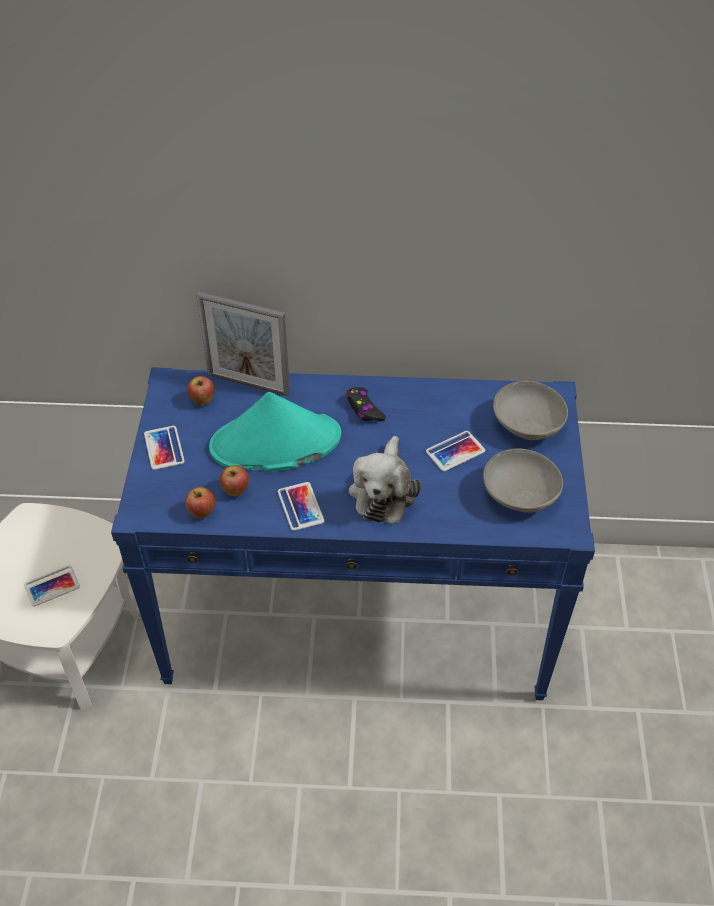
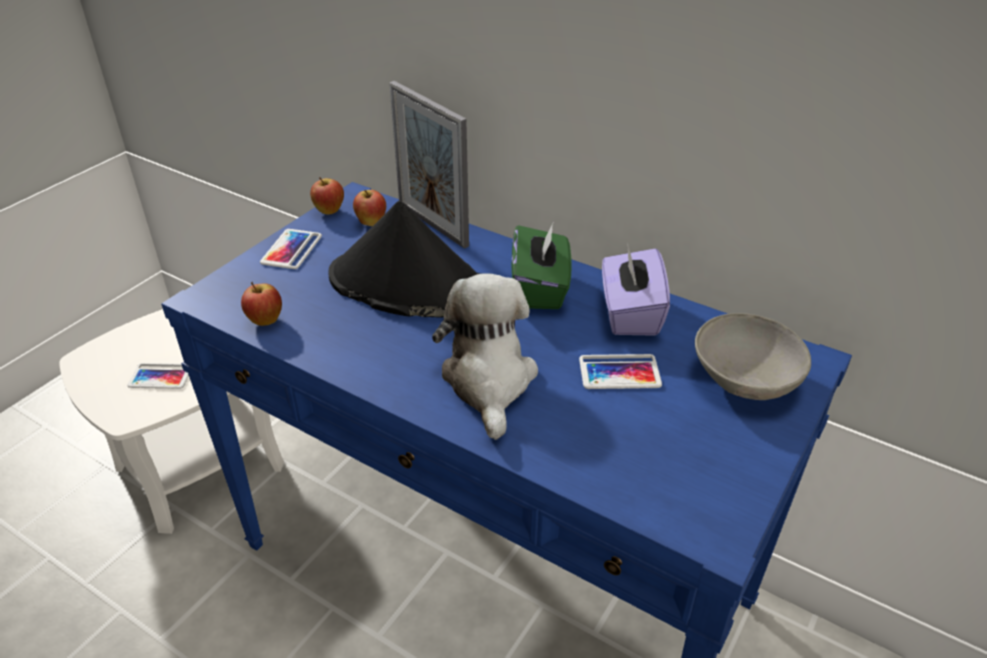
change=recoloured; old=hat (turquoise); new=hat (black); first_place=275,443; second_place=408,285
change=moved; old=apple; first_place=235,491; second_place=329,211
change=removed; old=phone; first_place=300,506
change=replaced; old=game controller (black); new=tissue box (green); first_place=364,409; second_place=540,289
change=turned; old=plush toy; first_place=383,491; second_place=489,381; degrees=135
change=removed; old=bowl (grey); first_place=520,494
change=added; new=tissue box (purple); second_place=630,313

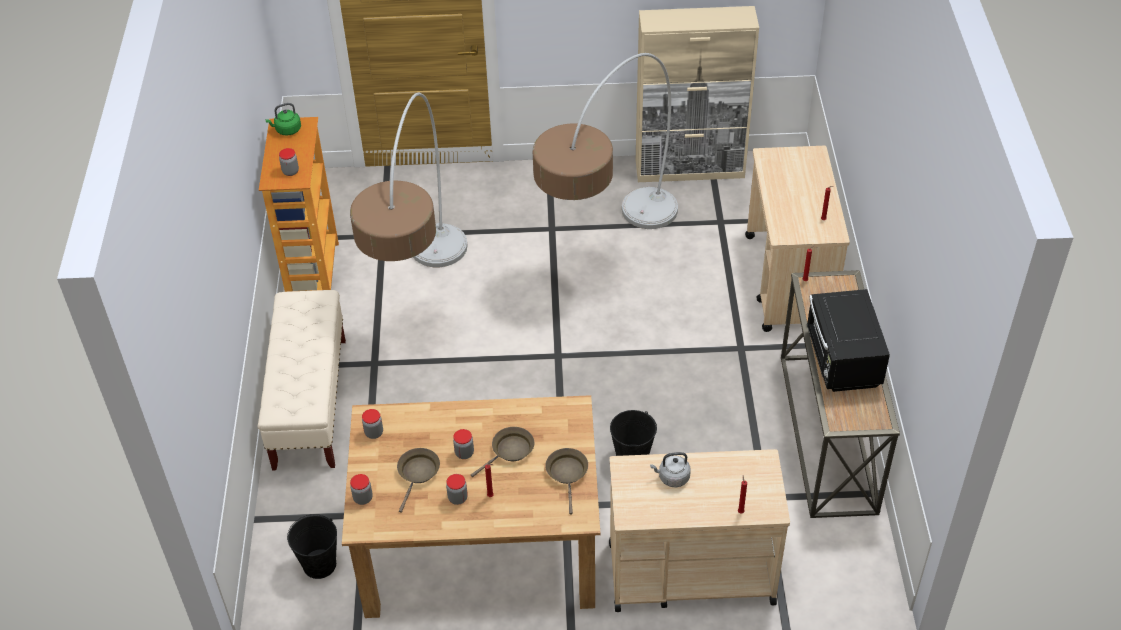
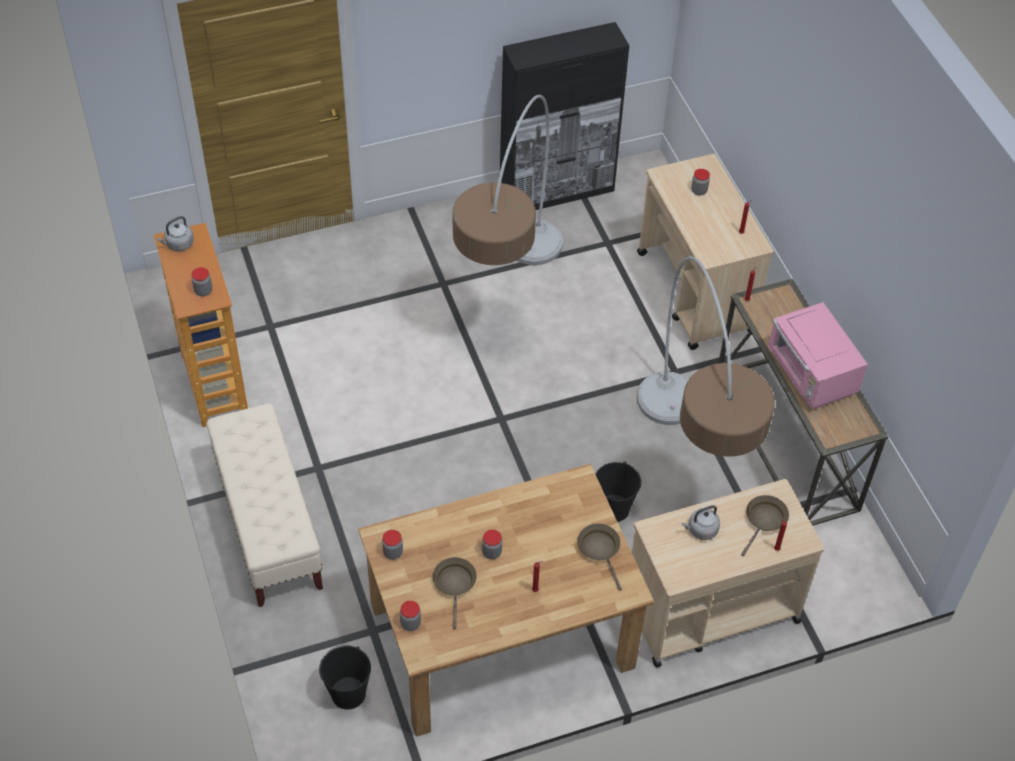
change=recoloured; old=kettle (green); new=kettle (grey); first_place=287,130; second_place=178,244
change=moved; old=floor lamp; first_place=423,304; second_place=687,470
change=moved; old=jar; first_place=457,498; second_place=699,191
change=moved; old=frying pan (brown); first_place=510,451; second_place=764,521
change=recoloured; old=cabinet (beige); new=cabinet (black); first_place=690,169; second_place=557,191
change=recoloured; old=microwave (black); new=microwave (pink); first_place=842,360; second_place=811,375

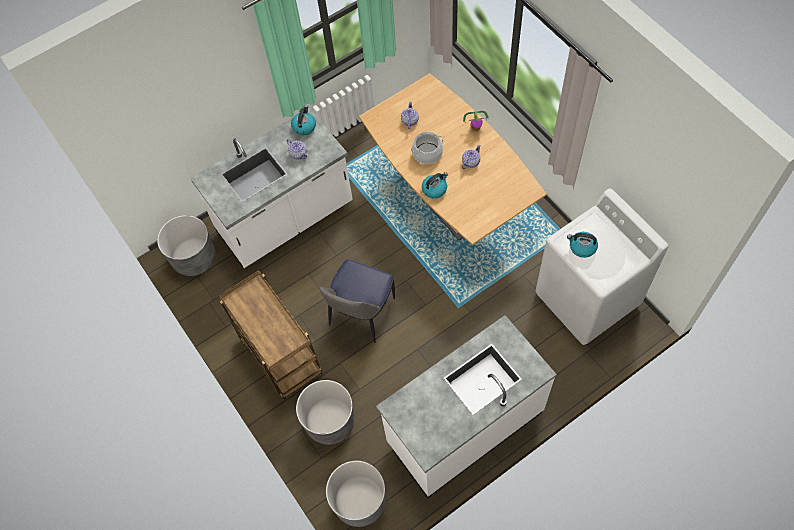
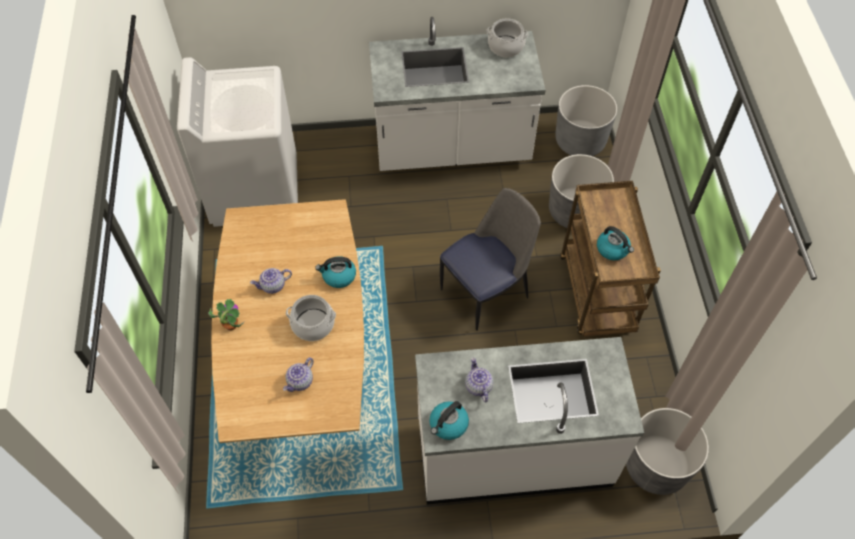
change=moved; old=kettle; first_place=582,247; second_place=613,249
change=added; new=cooking pot; second_place=506,46

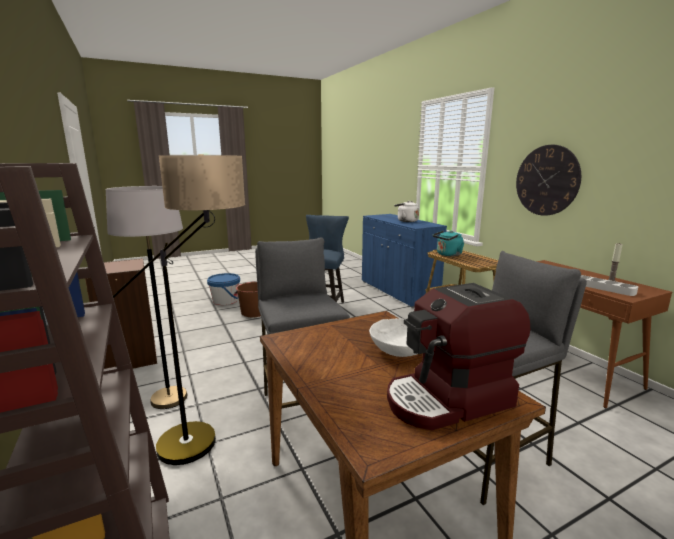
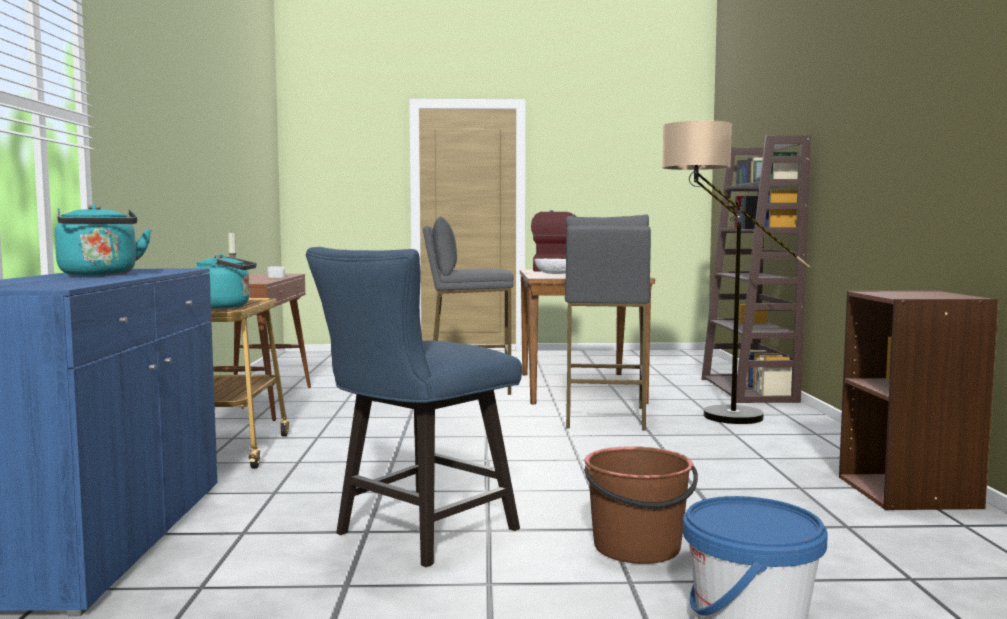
change=removed; old=floor lamp (grey); first_place=169,398
change=recoloured; old=kettle (white); new=kettle (turquoise); first_place=406,221; second_place=99,274
change=removed; old=wall clock; first_place=547,180

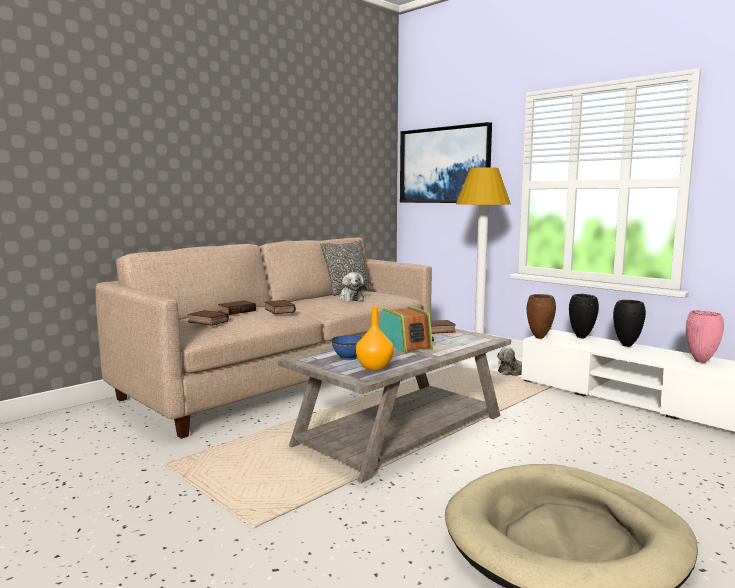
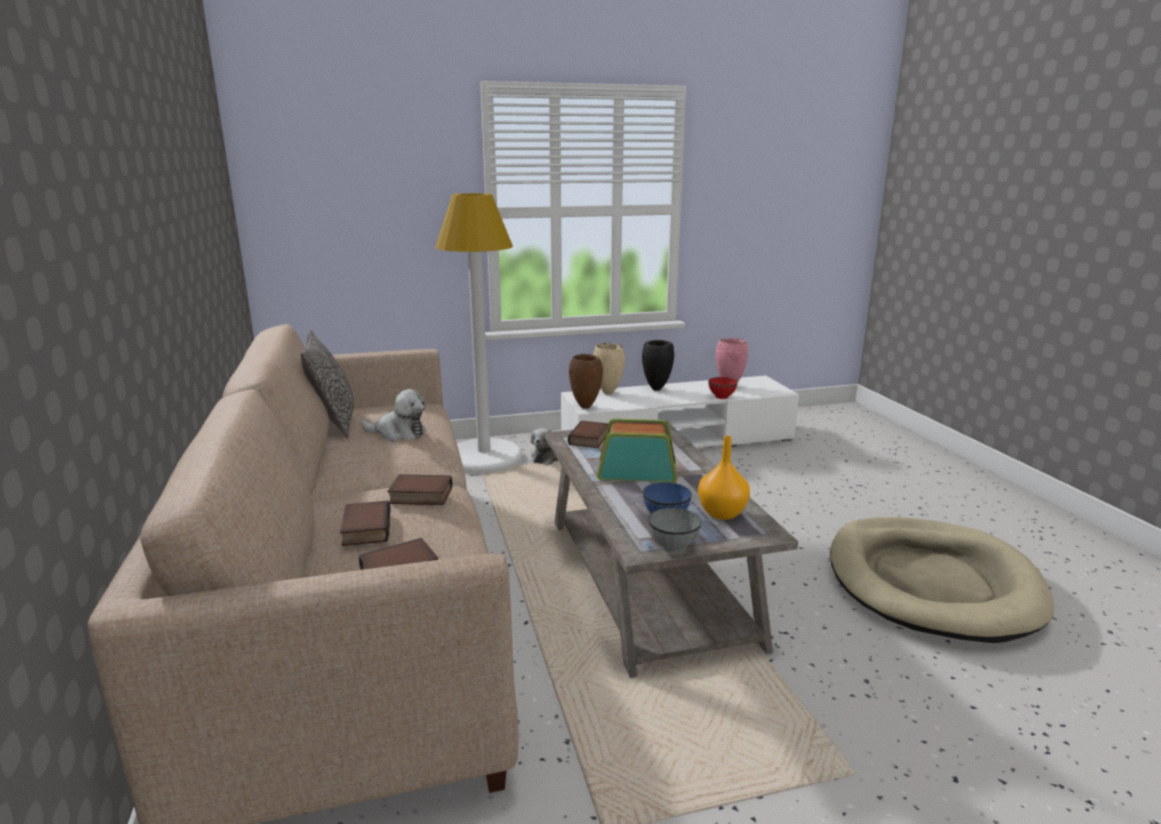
change=removed; old=picture; first_place=444,165
change=recoloured; old=vase (black); new=vase (beige); first_place=582,337; second_place=608,393
change=added; new=bowl (grey); second_place=673,546
change=added; new=bowl (red); second_place=721,397

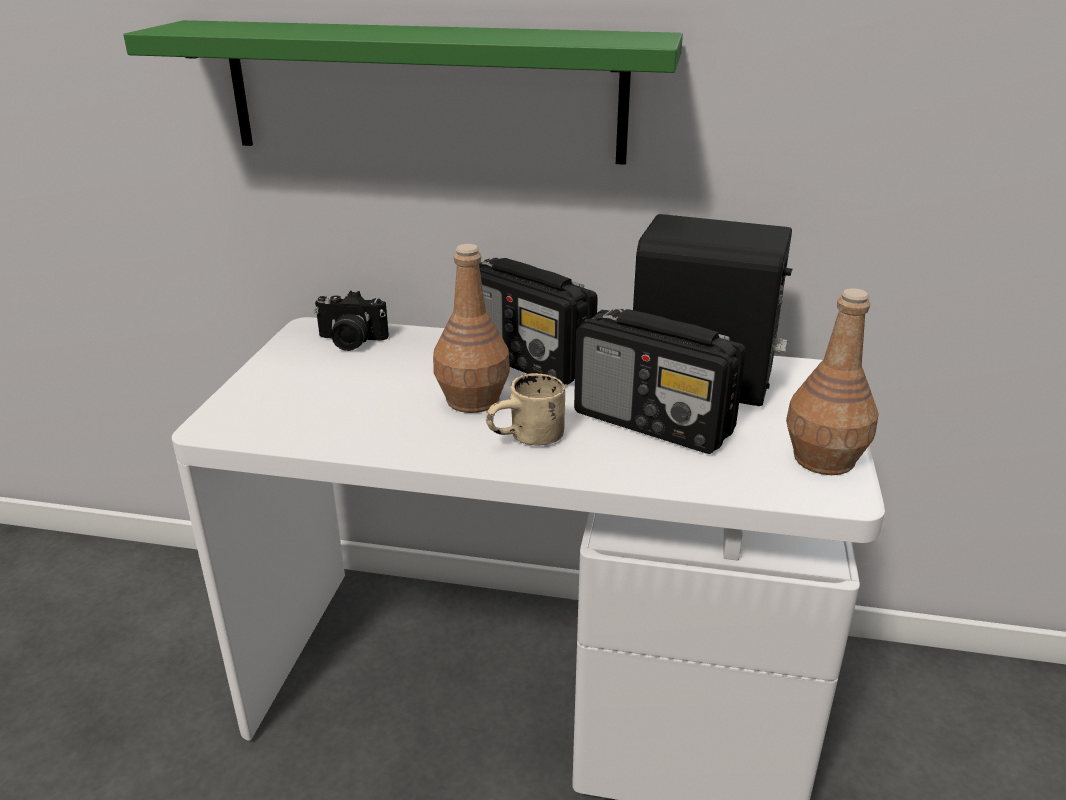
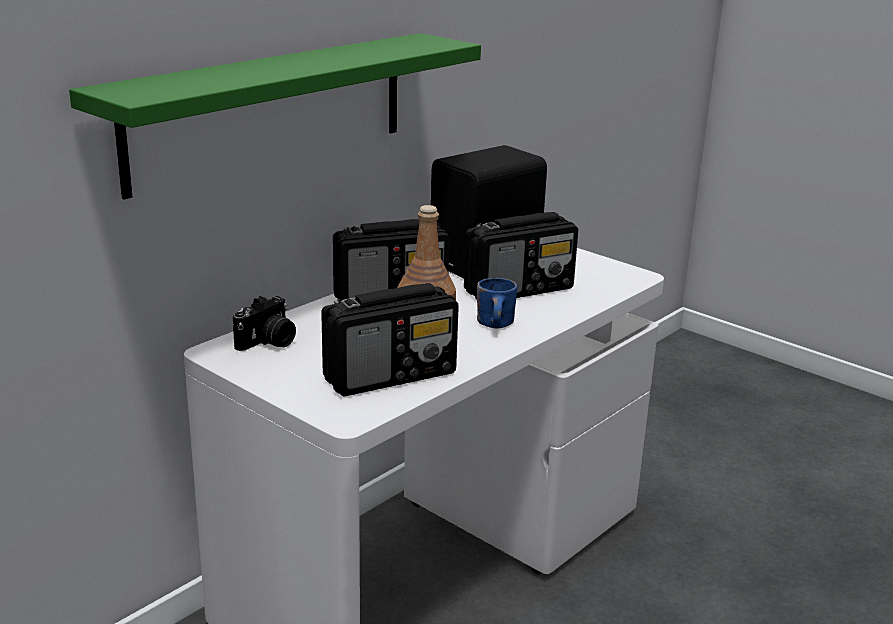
change=recoloured; old=mug (beige); new=mug (blue); first_place=529,440; second_place=499,325
change=removed; old=bottle (brown); first_place=824,459
change=added; new=radio; second_place=391,376

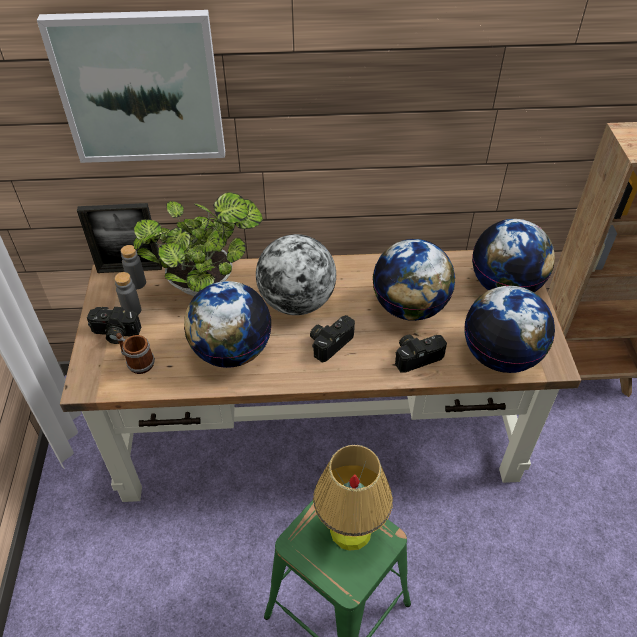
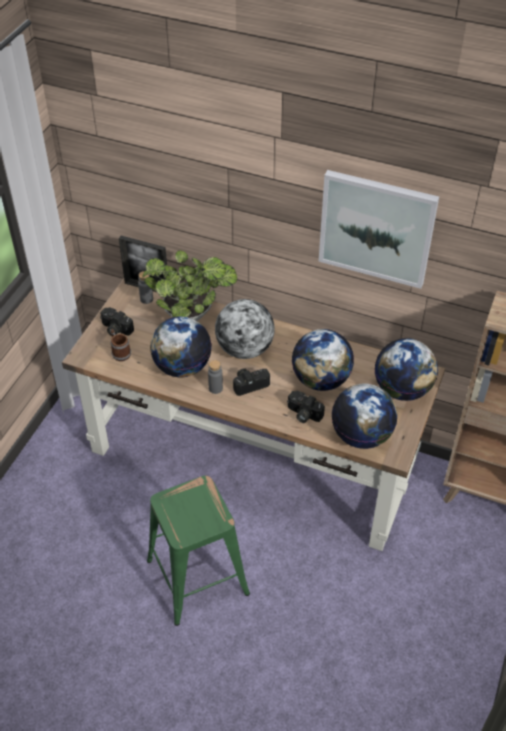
change=moved; old=picture; first_place=140,88; second_place=376,228
change=moved; old=bottle (grey); first_place=132,310; second_place=215,388
change=removed; old=table lamp; first_place=350,530
change=turned; old=photo camera; first_place=417,356; second_place=303,414; degrees=-150

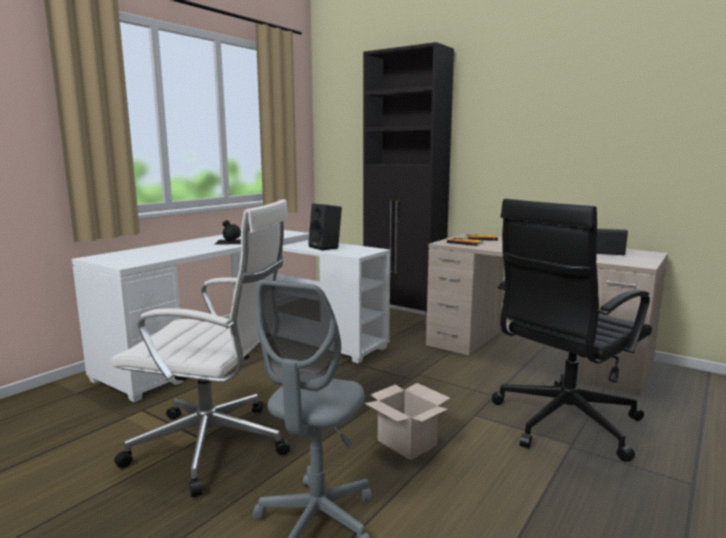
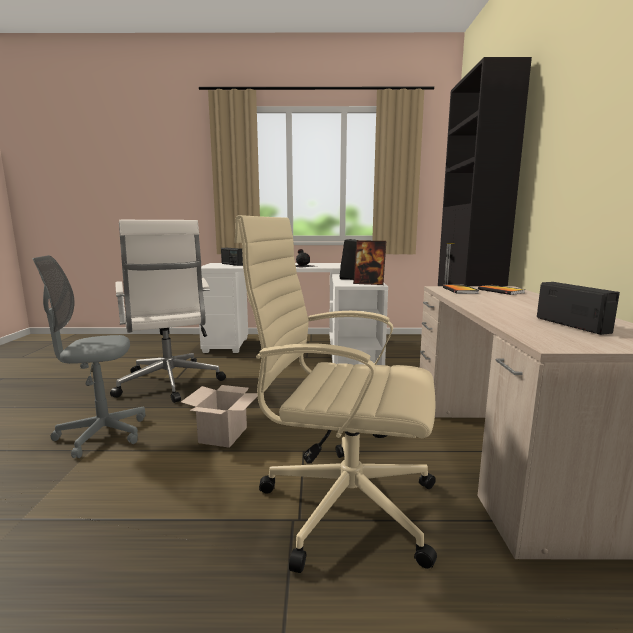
change=recoloured; old=office chair (black); new=office chair (beige); first_place=562,423; second_place=343,504
change=added; new=radio; second_place=232,264
change=added; new=picture frame; second_place=369,283

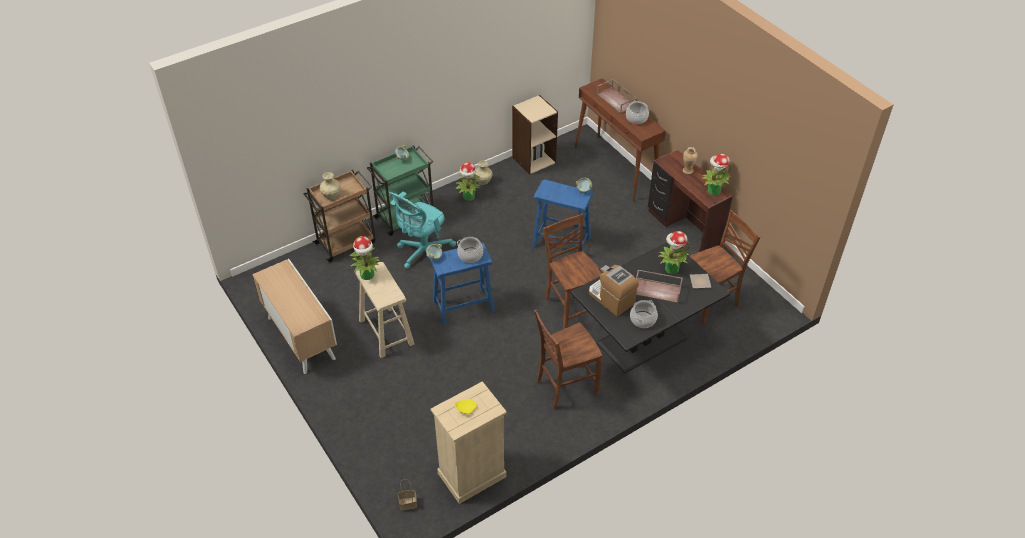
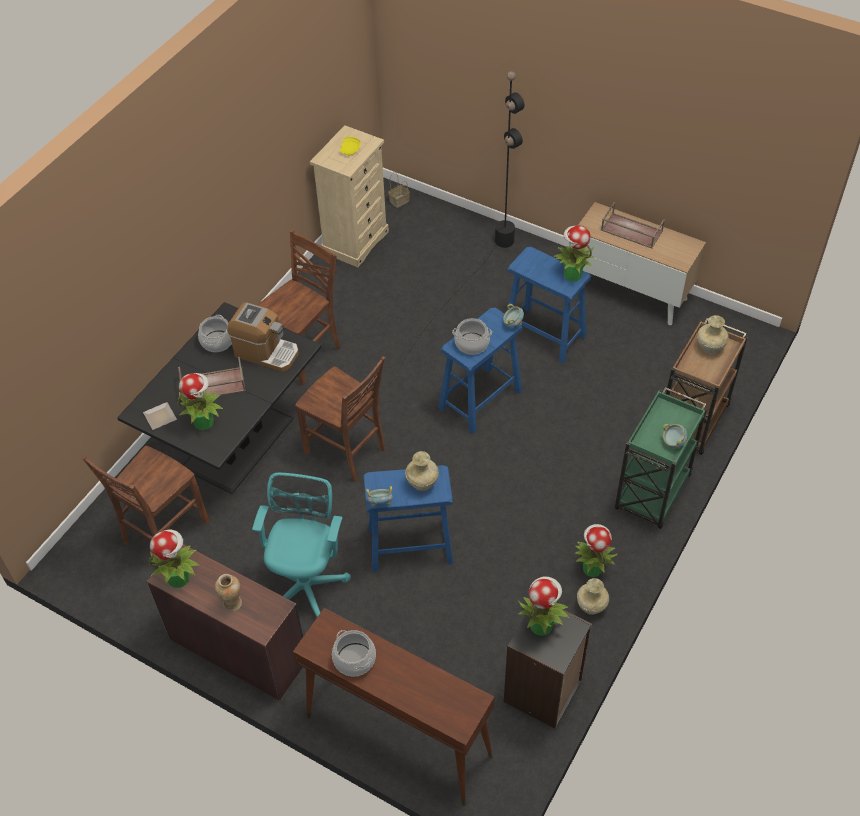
change=recoloured; old=stool (beige); new=stool (blue); first_place=386,332; second_place=545,335
change=moved; old=office chair (turquoise); first_place=423,253; second_place=306,583
change=recoloured; old=bookcase (beige); new=bookcase (black); first_place=533,160; second_place=543,691
change=moved; old=tray (brown); first_place=616,100; second_place=631,231
change=added; new=floor lamp (black); second_place=475,273
change=added; new=vase (beige); second_place=421,483
change=added; new=potted plant; second_place=541,624

